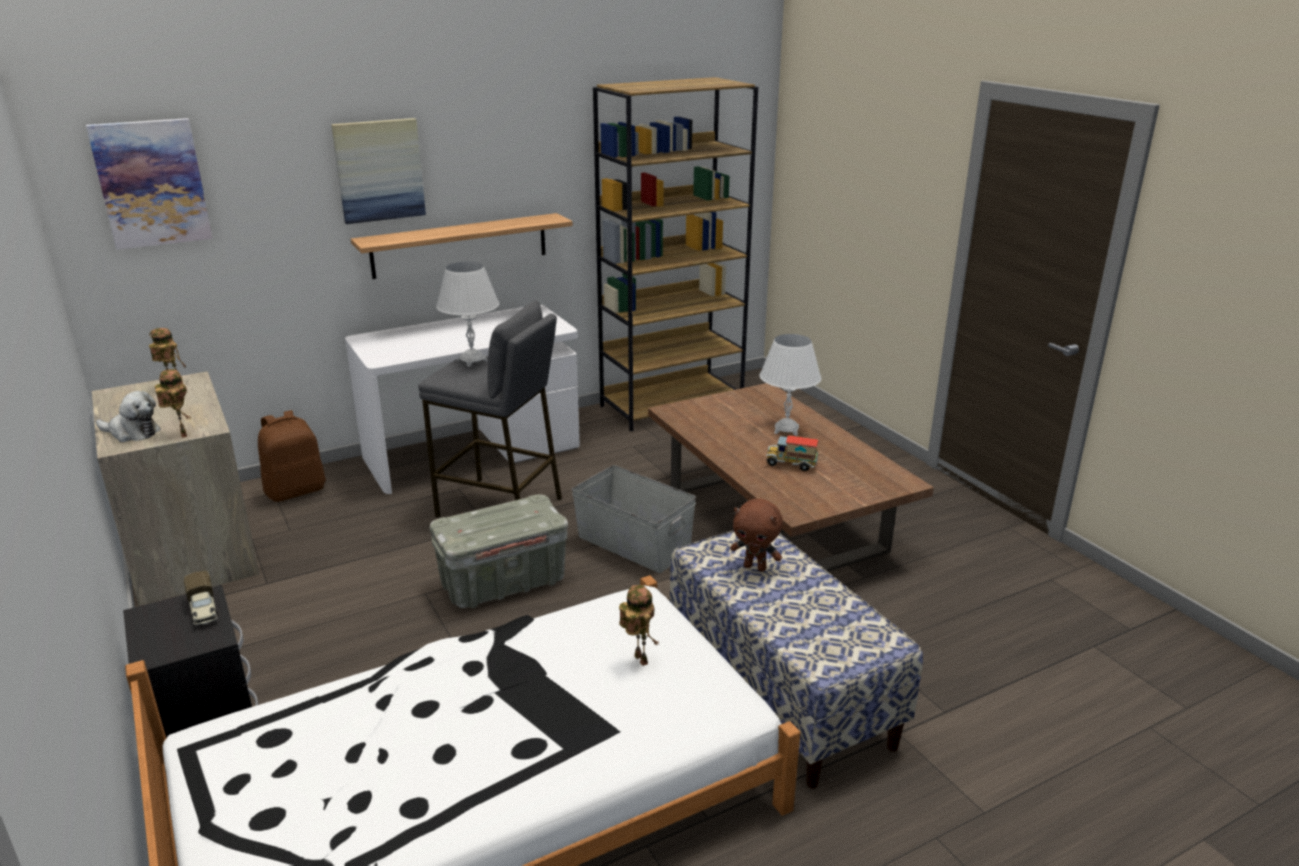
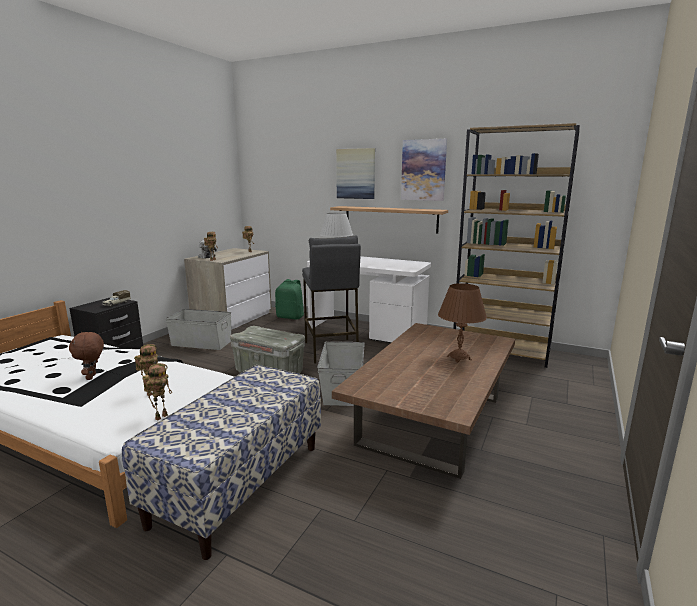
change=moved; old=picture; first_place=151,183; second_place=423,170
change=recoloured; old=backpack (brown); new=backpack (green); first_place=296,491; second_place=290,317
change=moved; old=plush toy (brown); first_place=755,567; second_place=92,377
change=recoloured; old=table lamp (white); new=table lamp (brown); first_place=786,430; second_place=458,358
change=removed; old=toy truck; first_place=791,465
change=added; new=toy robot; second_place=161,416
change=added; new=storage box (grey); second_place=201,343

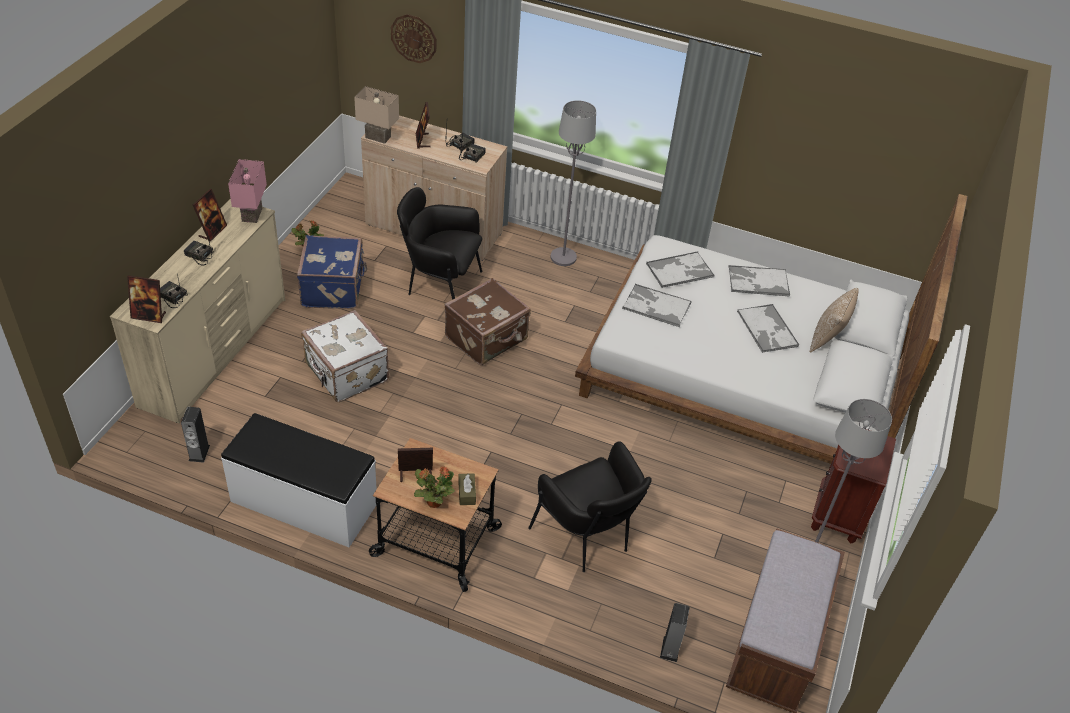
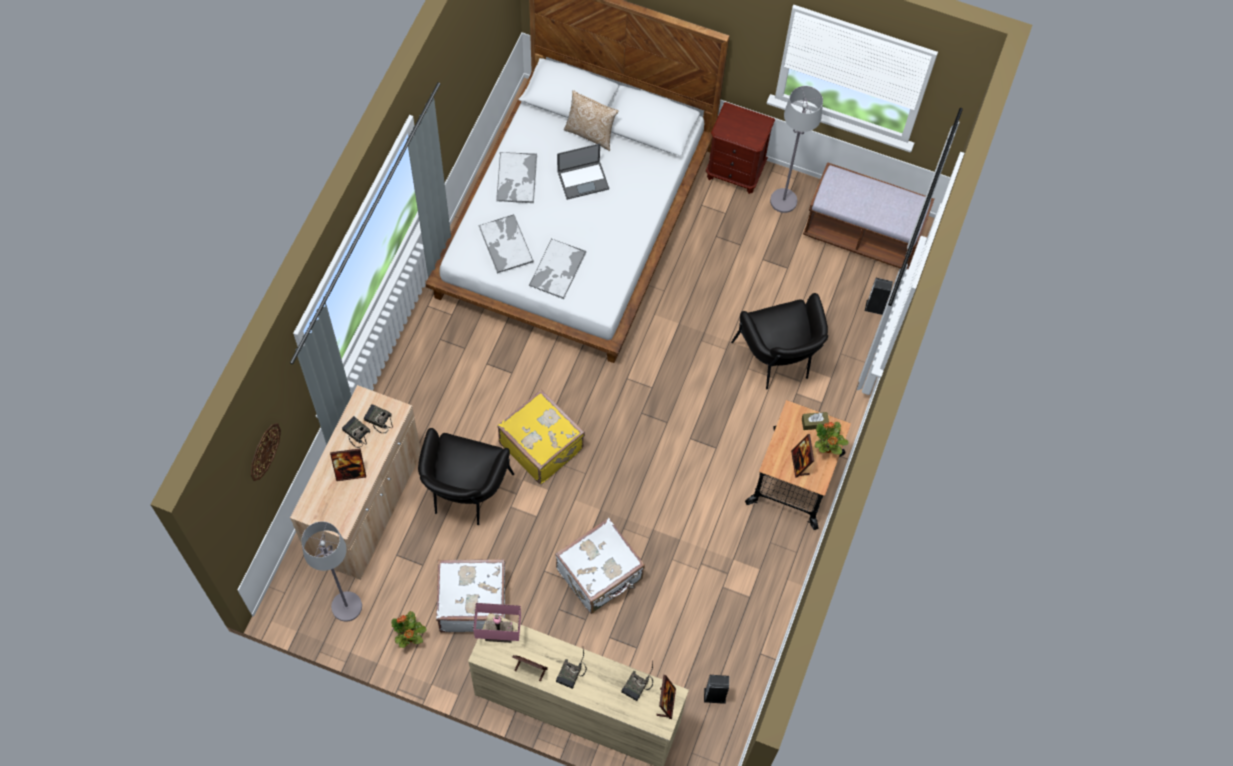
change=removed; old=bench (white); first_place=303,503
change=recoloured; old=suitcase (blue); new=suitcase (white); first_place=334,288; second_place=472,602
change=removed; old=table lamp (beige); first_place=379,136
change=recoloured; old=suitcase (brown); new=suitcase (yellow); first_place=487,339; second_place=542,445
change=turned; old=armchair (black); first_place=588,538; second_place=778,361; degrees=105
change=moved; old=floor lamp (grey); first_place=563,257; second_place=346,606
change=replaced; old=tray; new=laptop; first_place=767,329; second_place=583,179

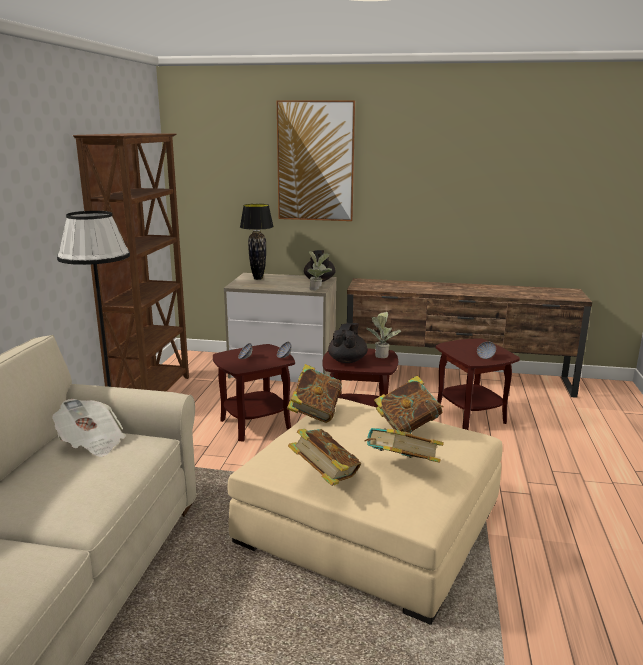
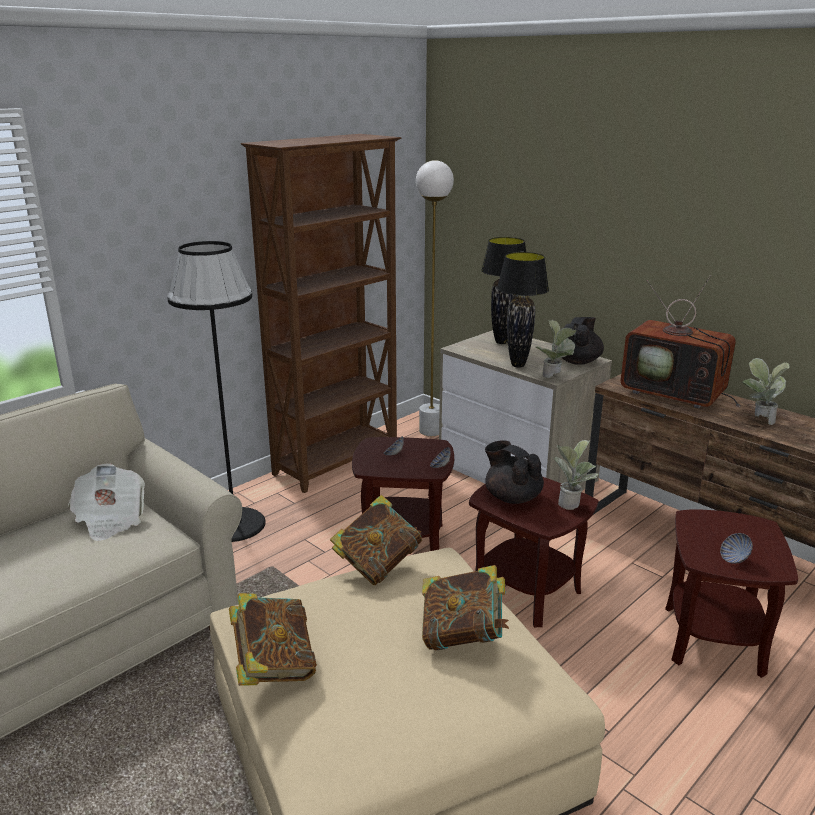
change=removed; old=picture; first_place=315,161
change=turned; old=teapot (black); first_place=347,360; second_place=512,497; degrees=-90
change=removed; old=book; first_place=401,467
change=added; new=floor lamp (white); second_place=431,431
change=added; new=table lamp (black); second_place=518,365
change=added; new=television; second_place=676,394
change=added; new=potted plant; second_place=758,420

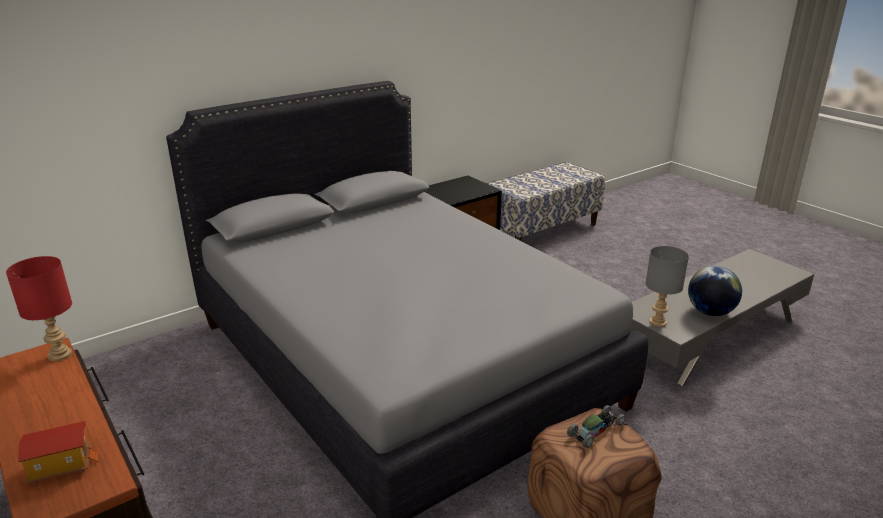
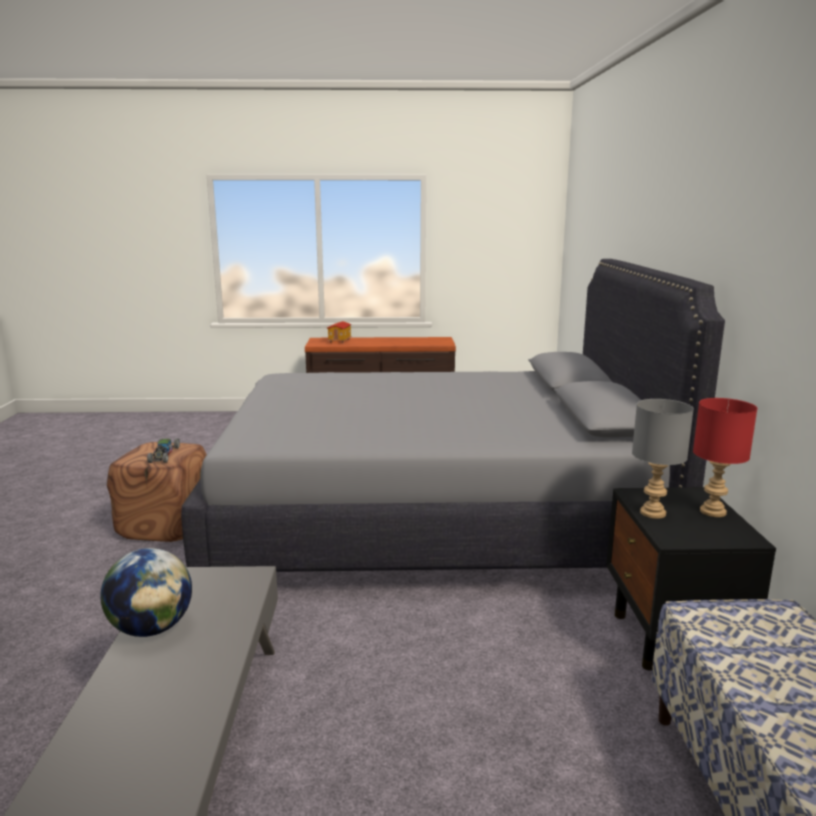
change=moved; old=table lamp (red); first_place=61,355; second_place=712,512
change=moved; old=table lamp (grey); first_place=657,322; second_place=653,513

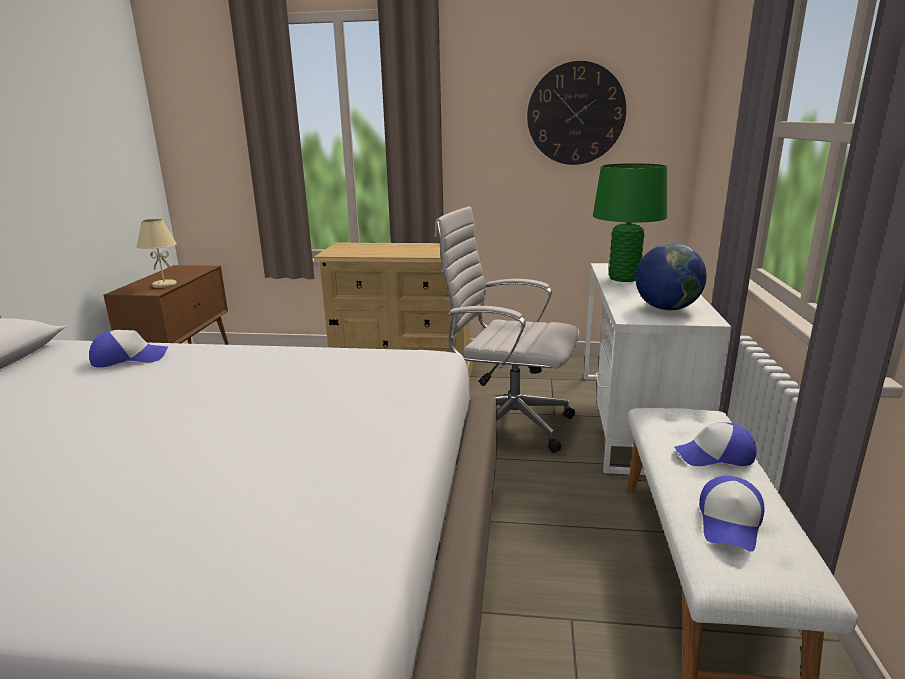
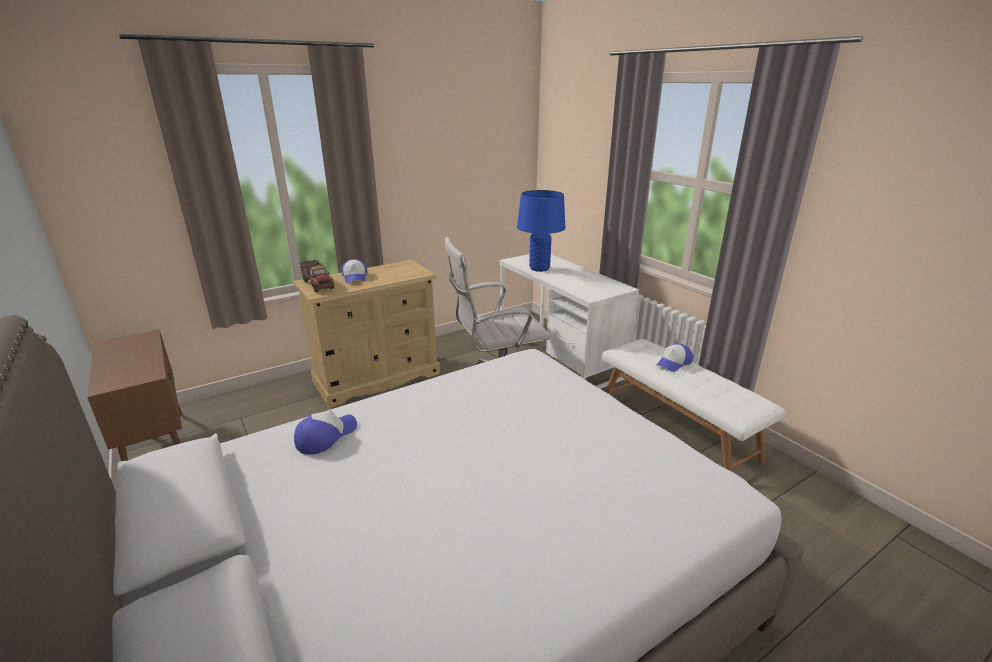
change=removed; old=table lamp (beige); first_place=164,285
change=removed; old=wall clock; first_place=576,114
change=recoloured; old=table lamp (green); new=table lamp (blue); first_place=623,278; second_place=539,268
change=removed; old=globe; first_place=666,308
change=moved; old=cap; first_place=730,523; second_place=355,277
change=added; new=toy truck; second_place=318,284

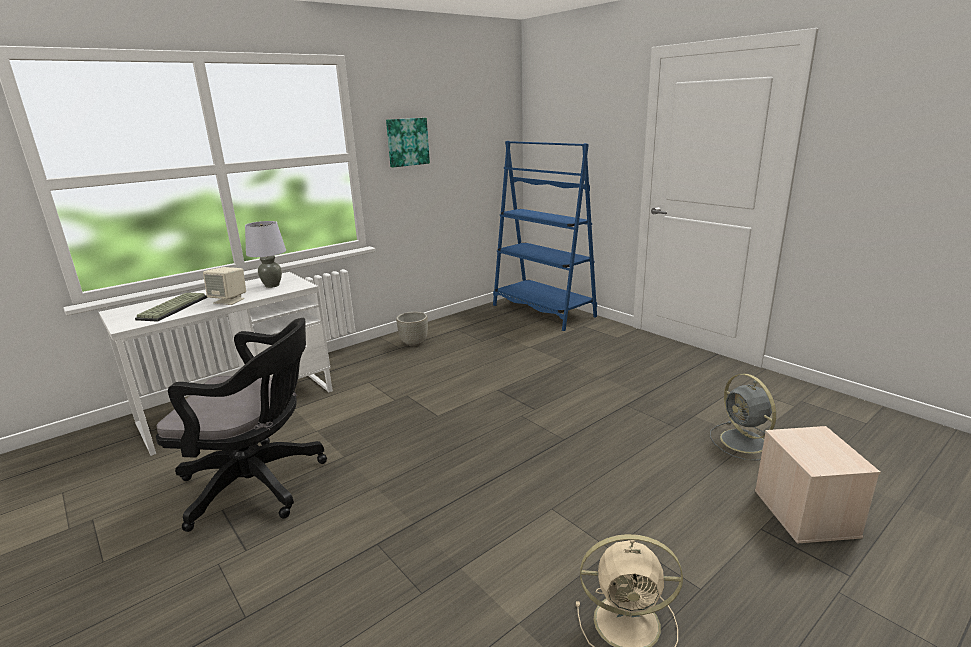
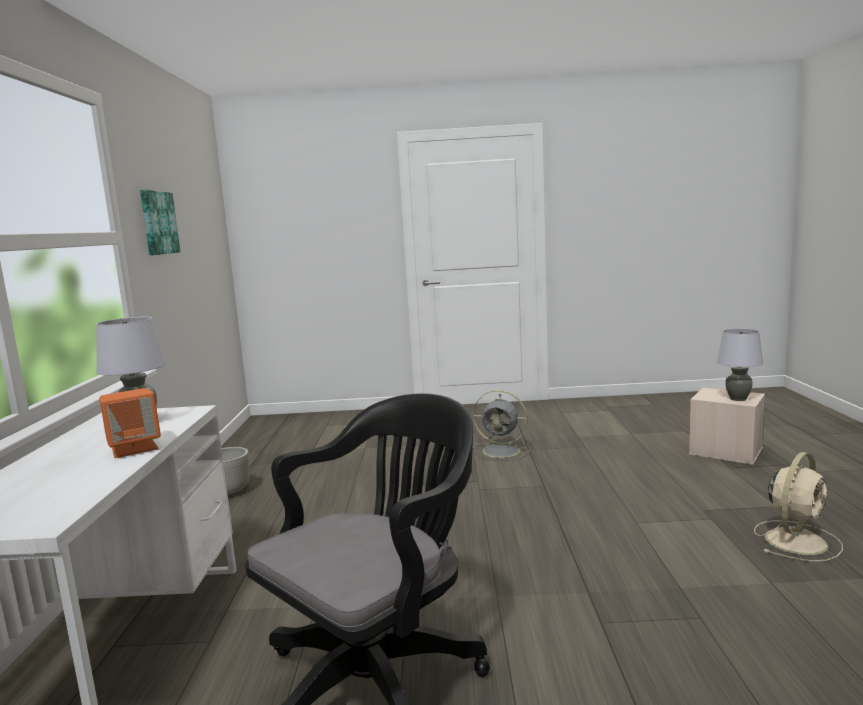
change=removed; old=keyboard; first_place=173,307
change=recoloured; old=speaker (beige); new=speaker (orange); first_place=229,301; second_place=134,448
change=removed; old=bookcase (blue); first_place=543,311
change=moved; old=fan (grey); first_place=744,442; second_place=503,451
change=added; new=table lamp (grey); second_place=738,399

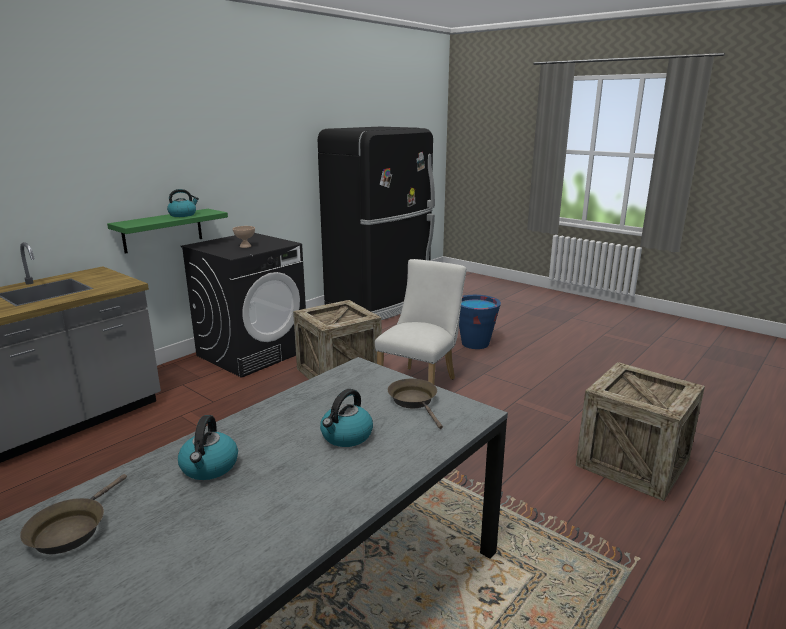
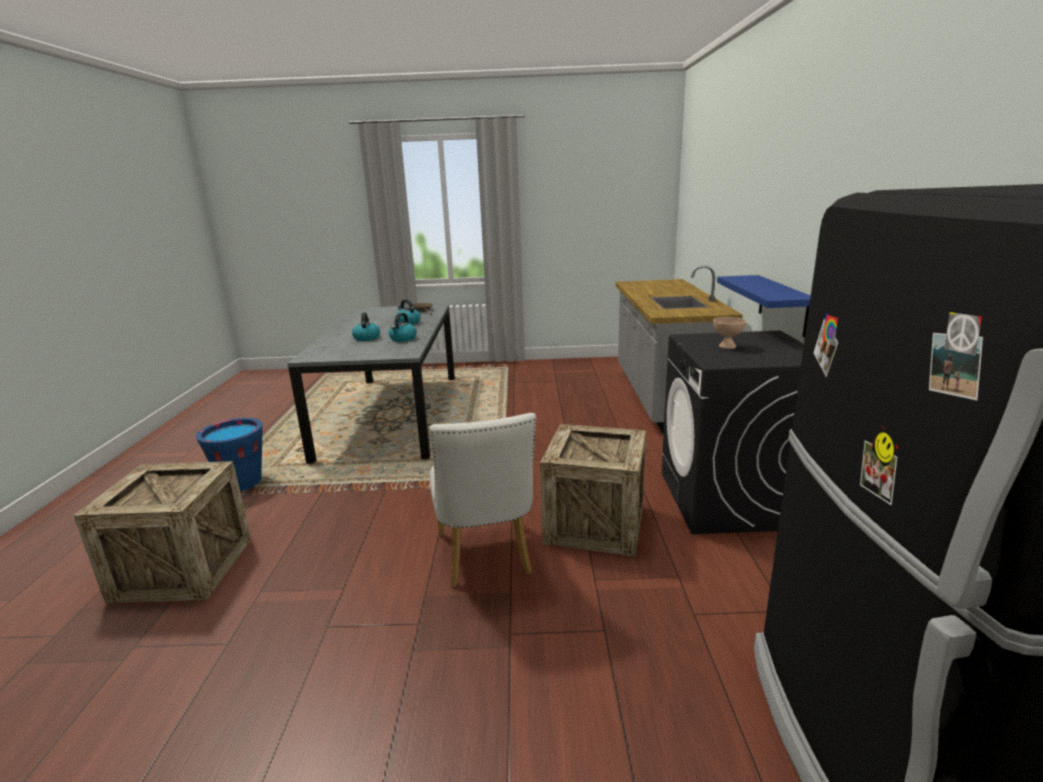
change=recoloured; old=shelf (green); new=shelf (blue); first_place=163,230; second_place=783,305
change=moved; old=kettle; first_place=183,215; second_place=403,339
change=removed; old=frying pan (brown); first_place=414,401
change=moved; old=bucket (blue); first_place=475,343; second_place=242,483

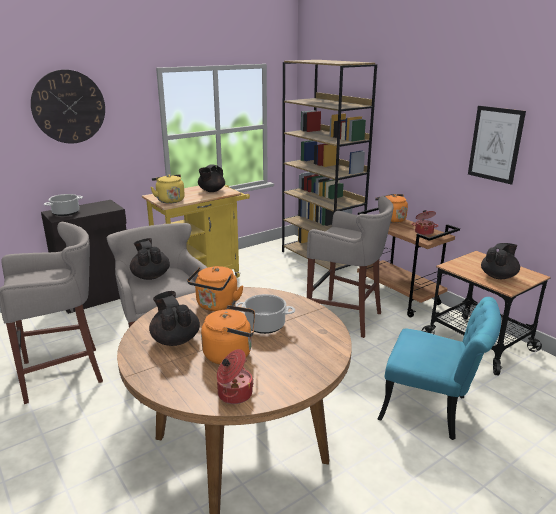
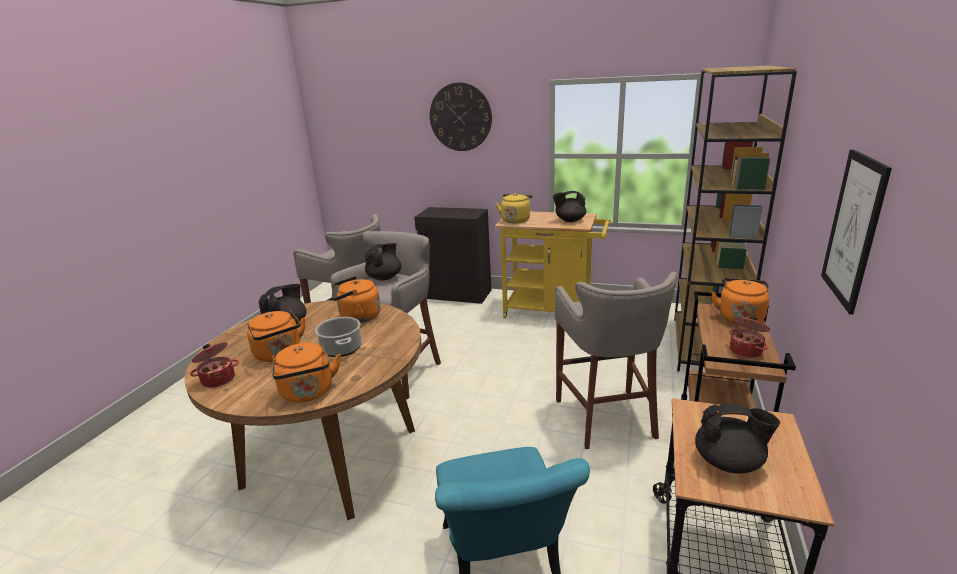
change=removed; old=cooking pot; first_place=66,213
change=added; new=kettle (orange); second_place=308,393

